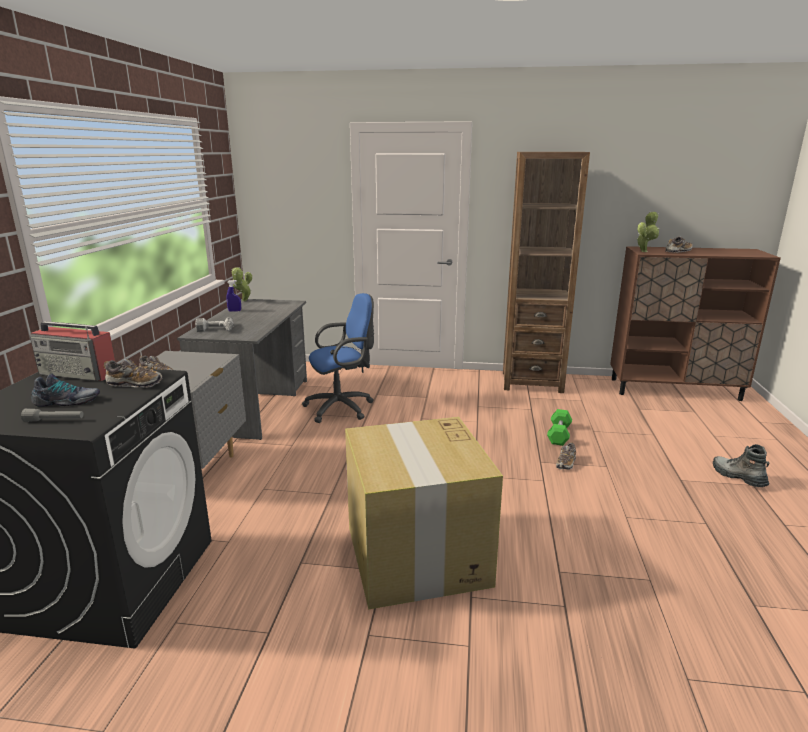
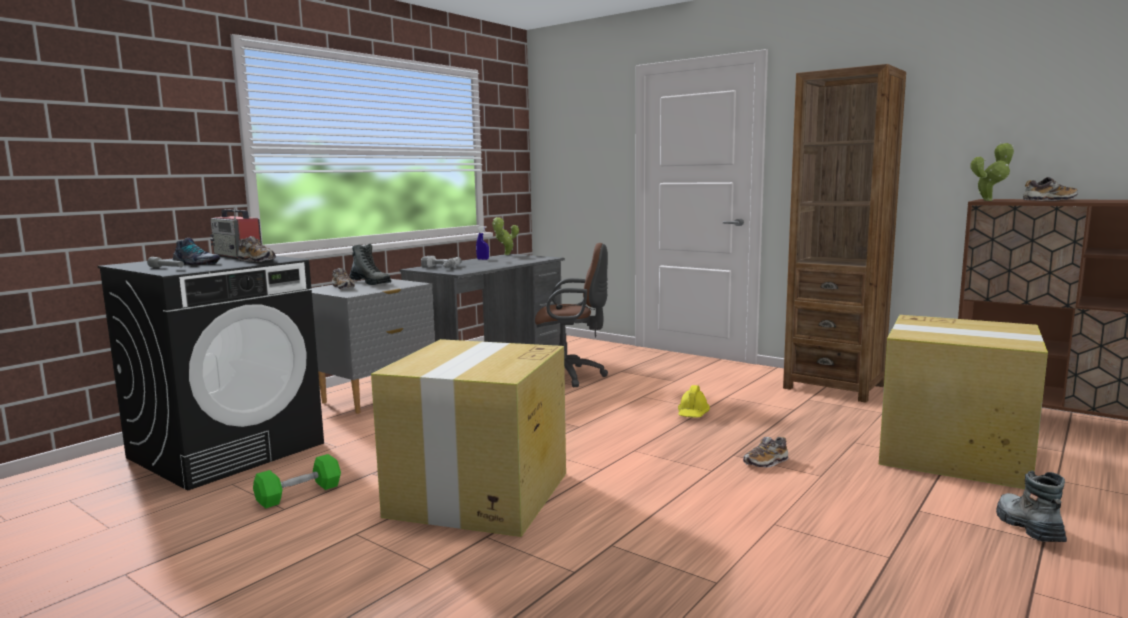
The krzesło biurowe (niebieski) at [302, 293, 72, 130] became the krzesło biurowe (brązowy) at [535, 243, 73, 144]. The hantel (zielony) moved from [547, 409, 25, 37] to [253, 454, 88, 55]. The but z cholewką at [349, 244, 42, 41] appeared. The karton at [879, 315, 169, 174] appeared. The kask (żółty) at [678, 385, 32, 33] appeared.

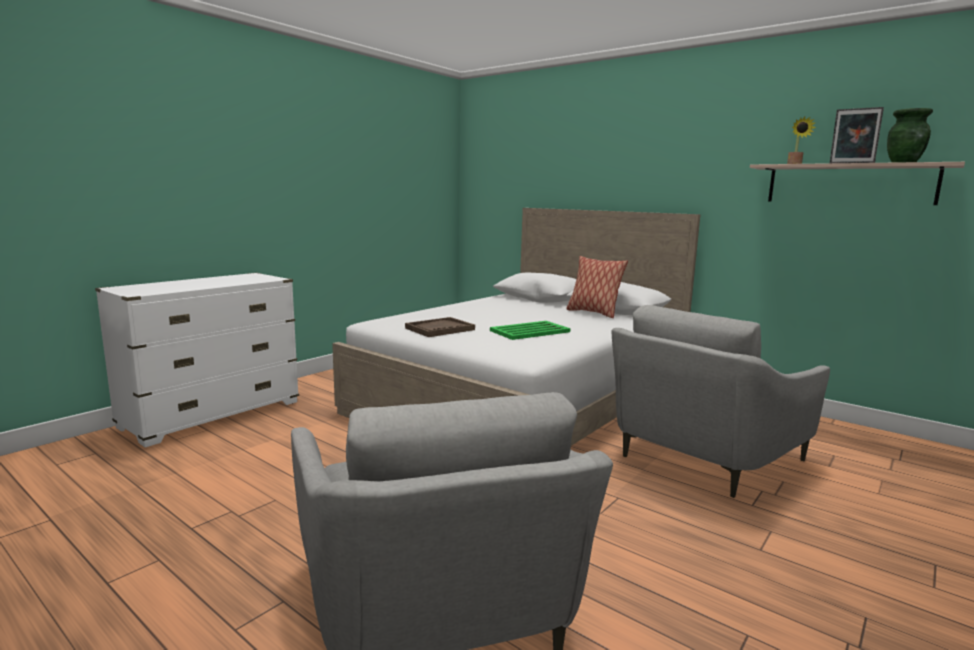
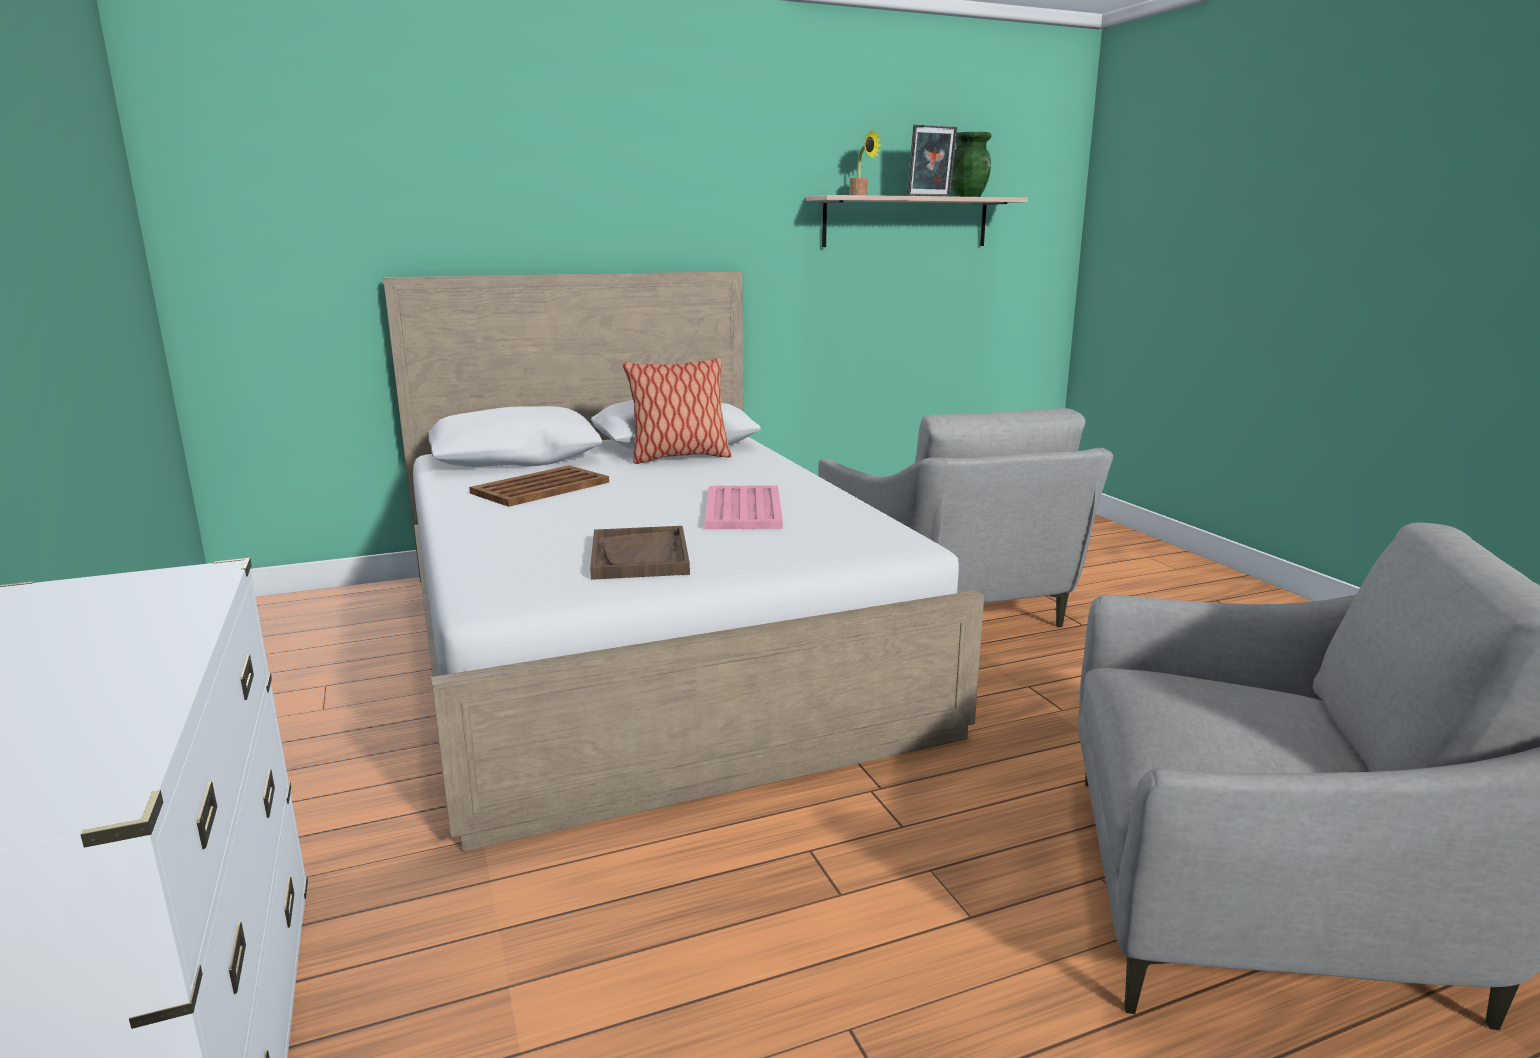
The taca (zielony) at [490, 321, 80, 19] became the taca (różowy) at [704, 485, 79, 44]. The taca (brązowy) at [469, 466, 140, 41] appeared.

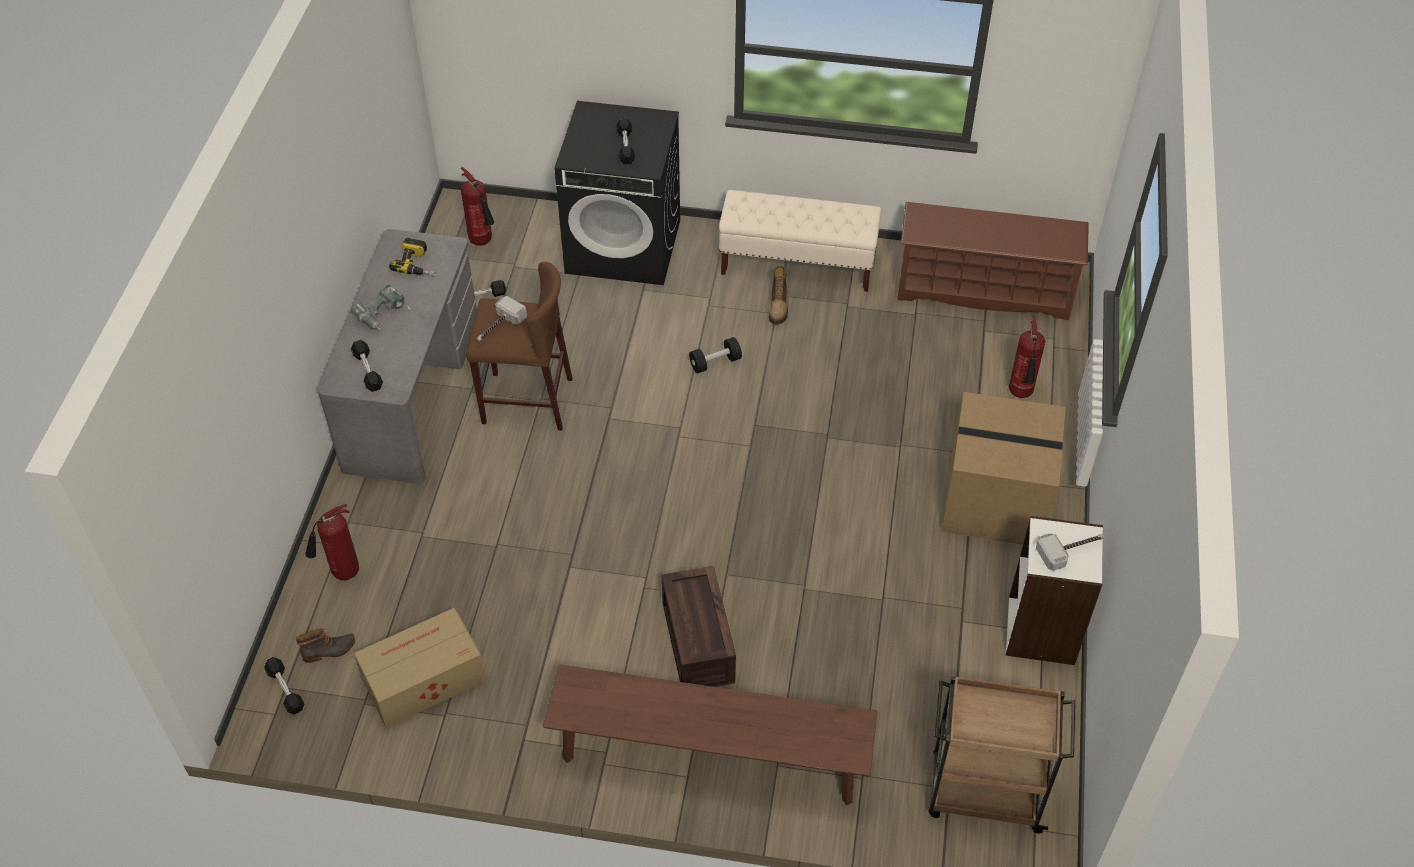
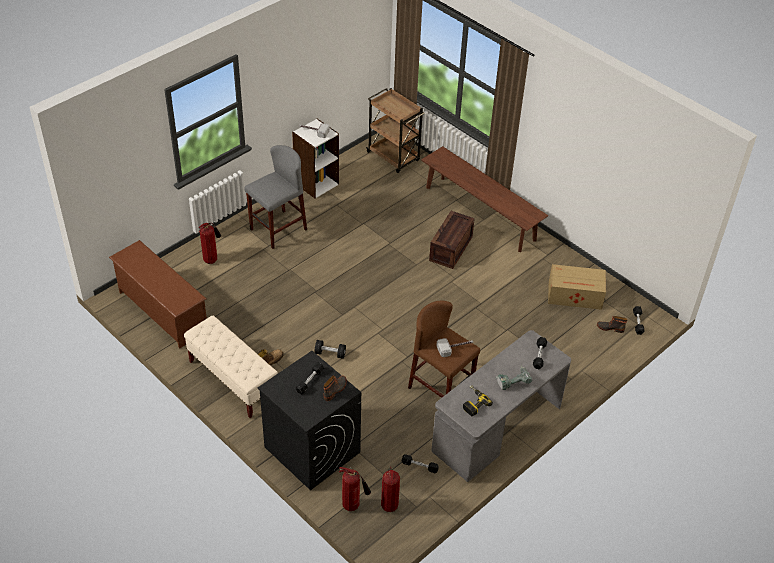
The karton at [941, 392, 125, 153] was replaced by the stołek (szary) at [244, 145, 63, 104]. The gaśnica moved from [305, 504, 54, 76] to [339, 467, 32, 44]. The but z cholewką at [323, 375, 24, 26] appeared.

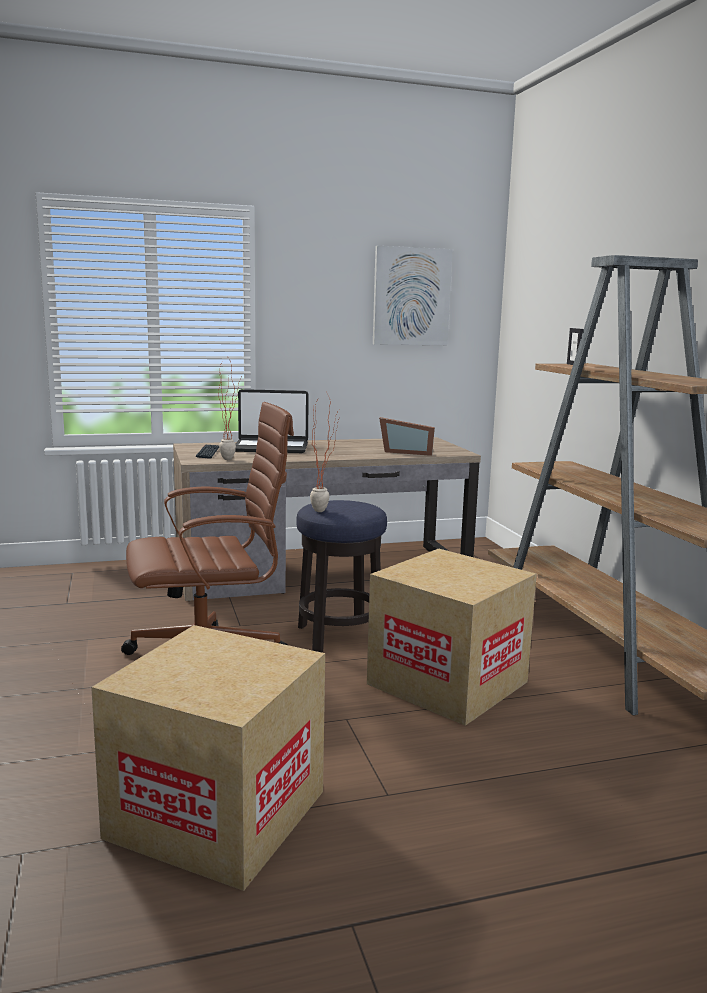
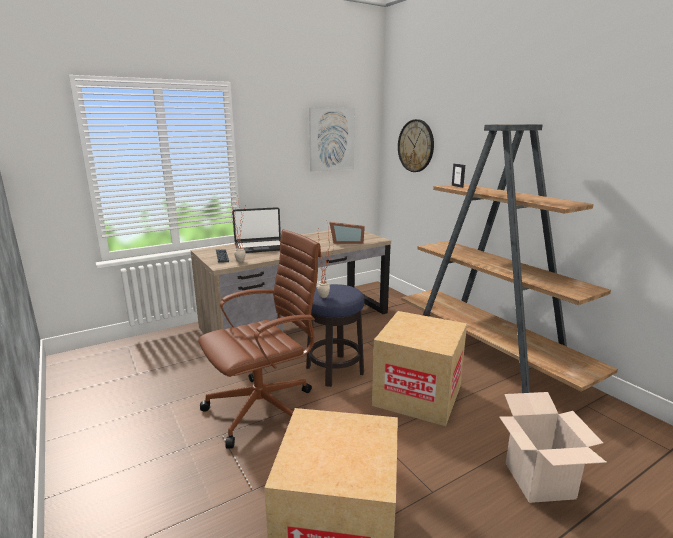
The zegar ścienny at [398, 119, 36, 53] appeared. The karton at [499, 392, 108, 111] appeared.

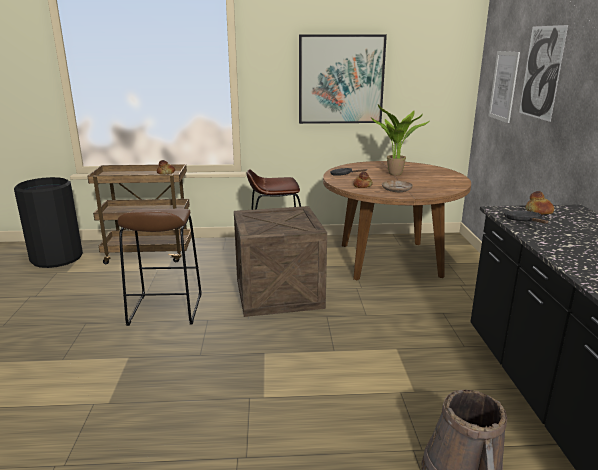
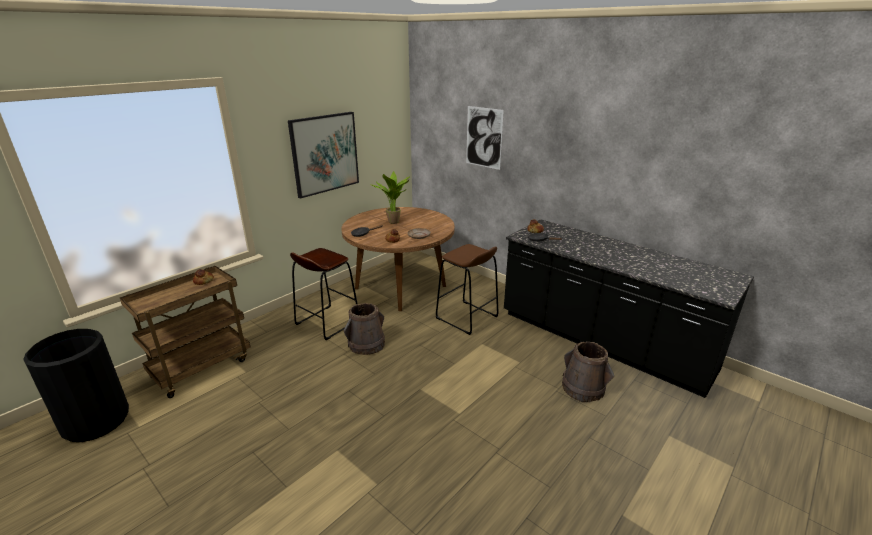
The obraz at [489, 51, 31, 72] disappeared. The skrzynka at [234, 206, 93, 111] was replaced by the wiadro (brązowy) at [344, 303, 41, 52]. The stołek (brązowy) moved from [118, 209, 84, 117] to [436, 244, 62, 91].

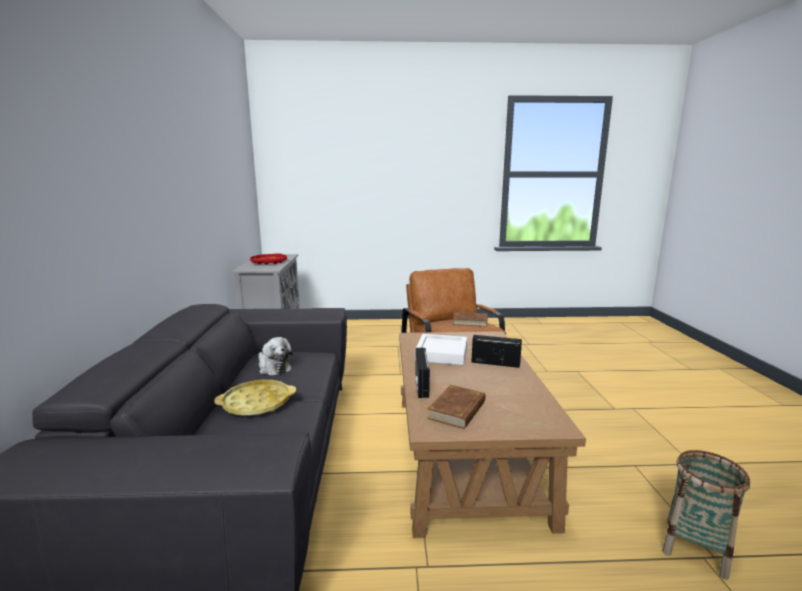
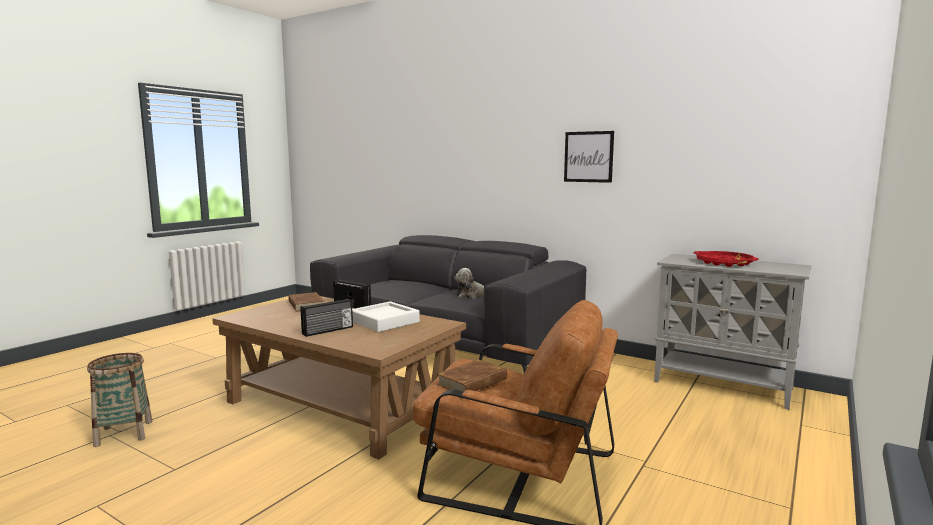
The taca (żółty) at [214, 380, 82, 36] disappeared. The obraz at [564, 131, 50, 52] appeared.

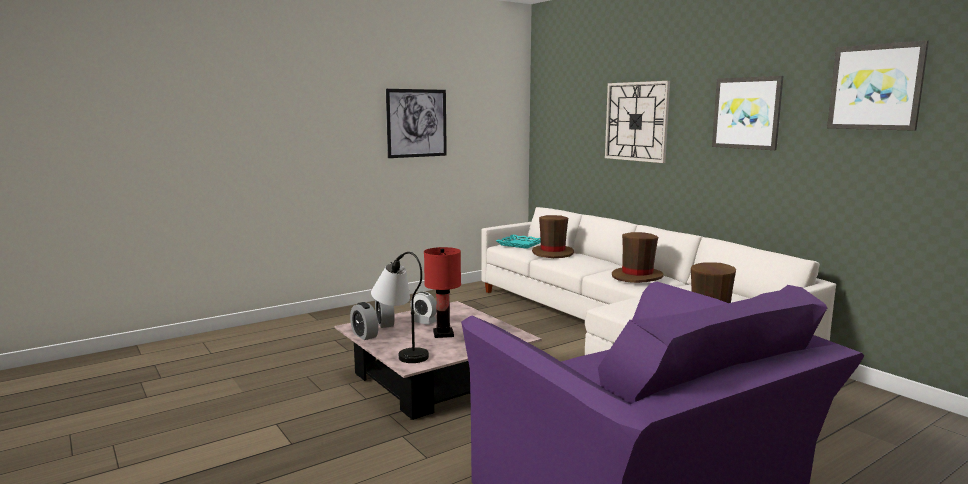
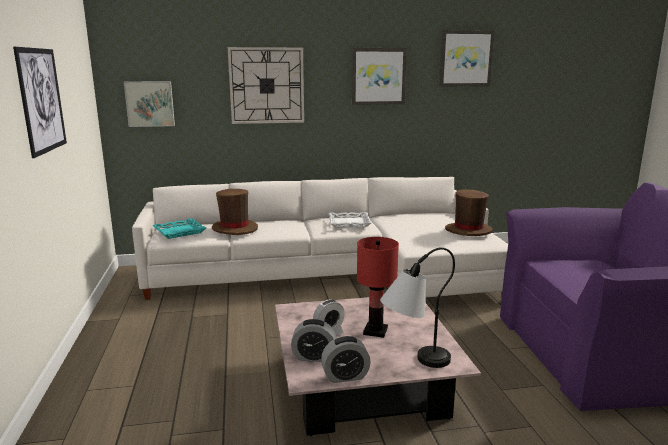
The kapelusz (brązowy) at [612, 232, 52, 51] was replaced by the taca (biały) at [329, 212, 42, 16]. The obraz at [124, 81, 51, 46] appeared.

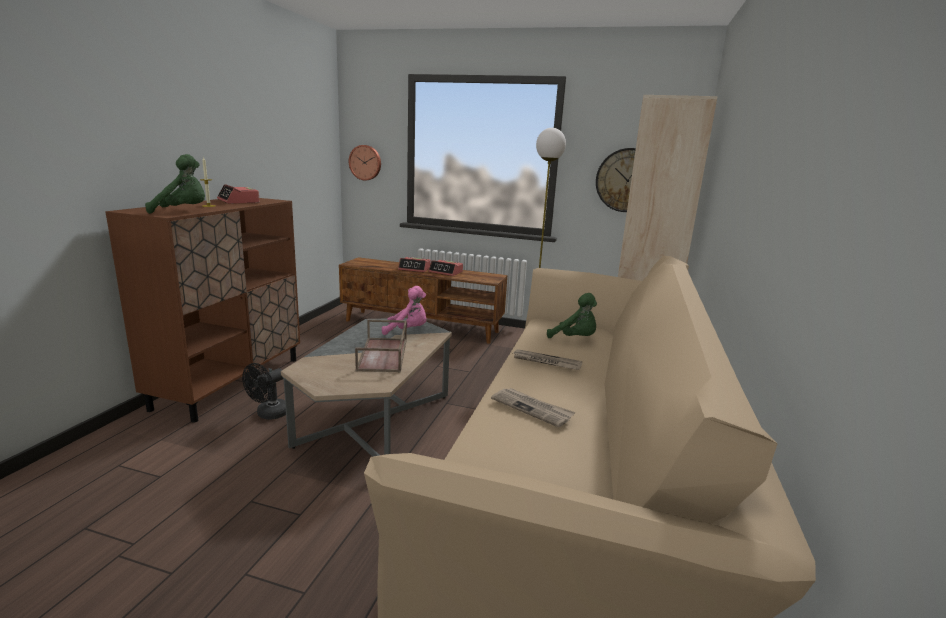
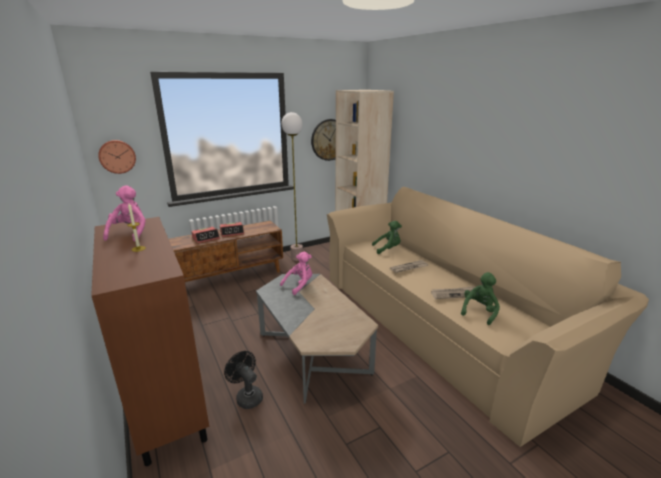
The pluszak (zielony) moved from [145, 154, 60, 60] to [461, 272, 39, 53]. The budzik at [217, 184, 43, 20] was replaced by the pluszak (różowy) at [103, 185, 43, 57]. The taca (brązowy) at [355, 319, 52, 53] disappeared. The wentylator (czarny) at [242, 363, 44, 57] turned 150 degrees clockwise.

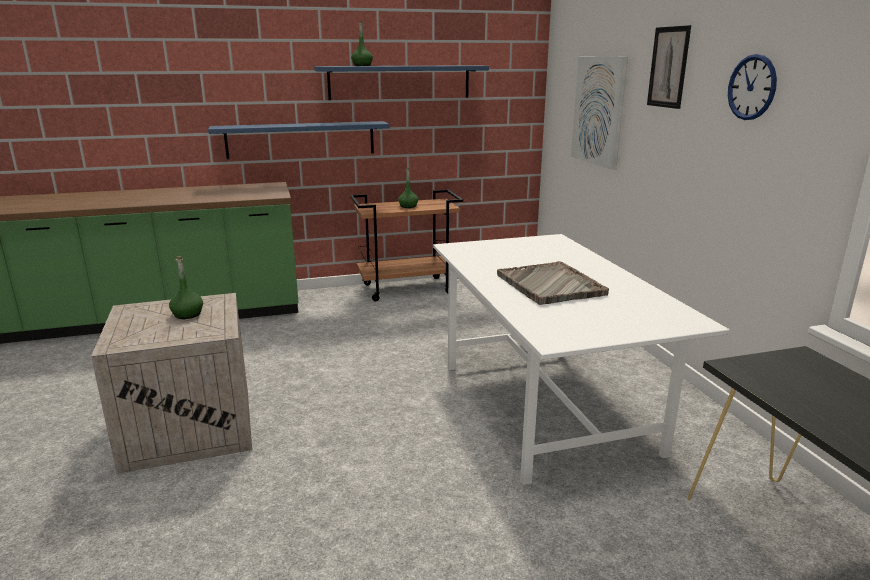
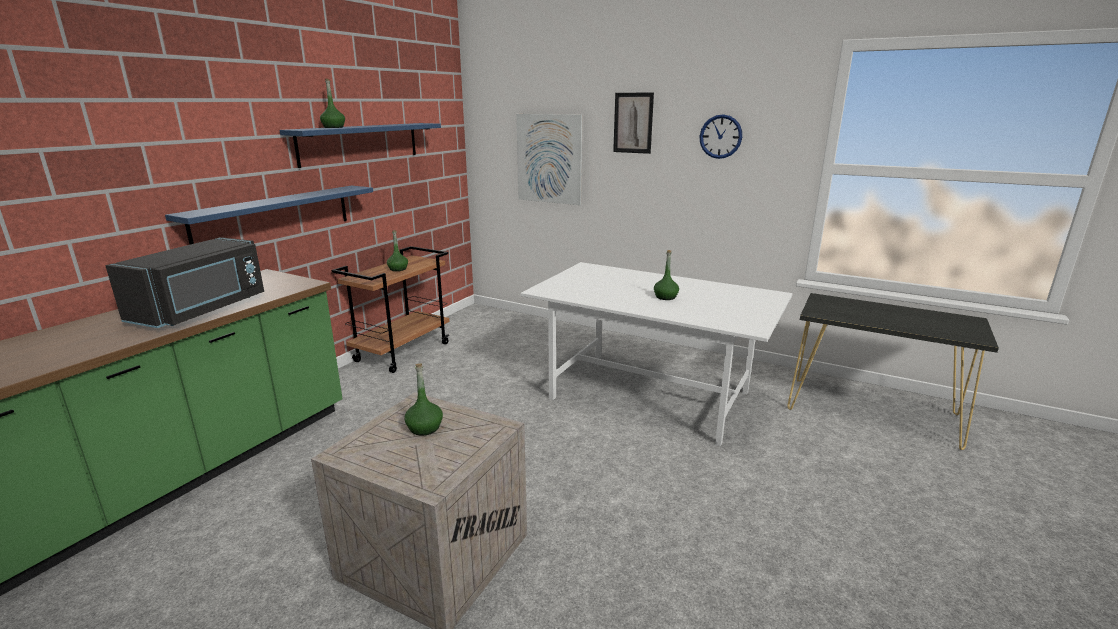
The taca (szary) at [497, 261, 112, 44] was replaced by the butelka (zielony) at [654, 250, 25, 50]. The mikrofalówka (czarny) at [105, 237, 159, 91] appeared.

